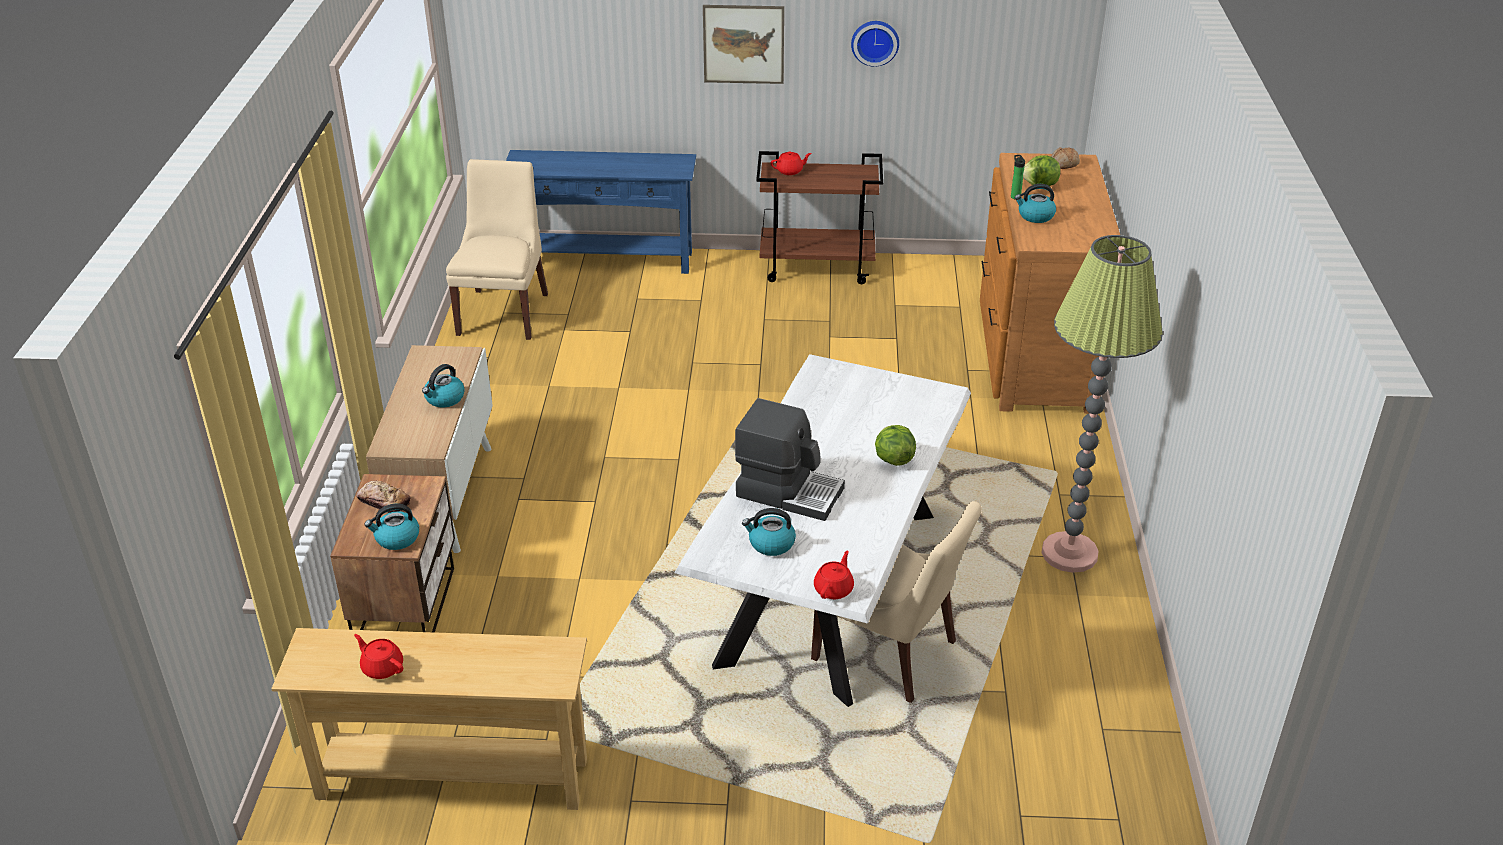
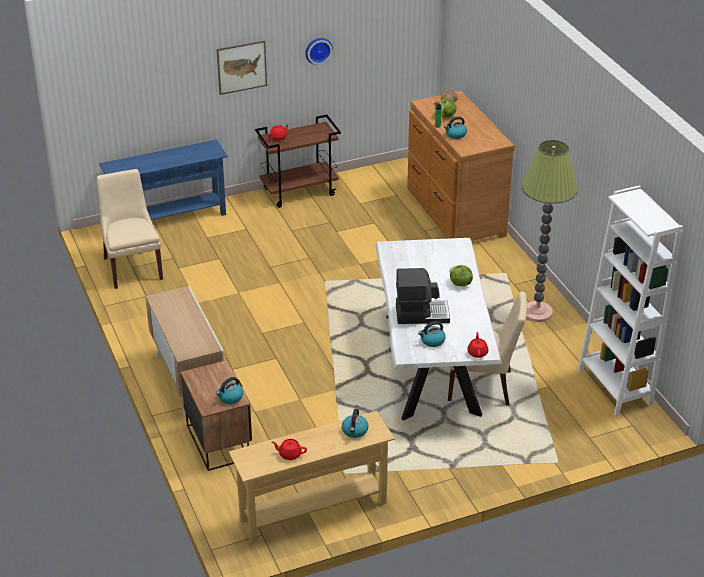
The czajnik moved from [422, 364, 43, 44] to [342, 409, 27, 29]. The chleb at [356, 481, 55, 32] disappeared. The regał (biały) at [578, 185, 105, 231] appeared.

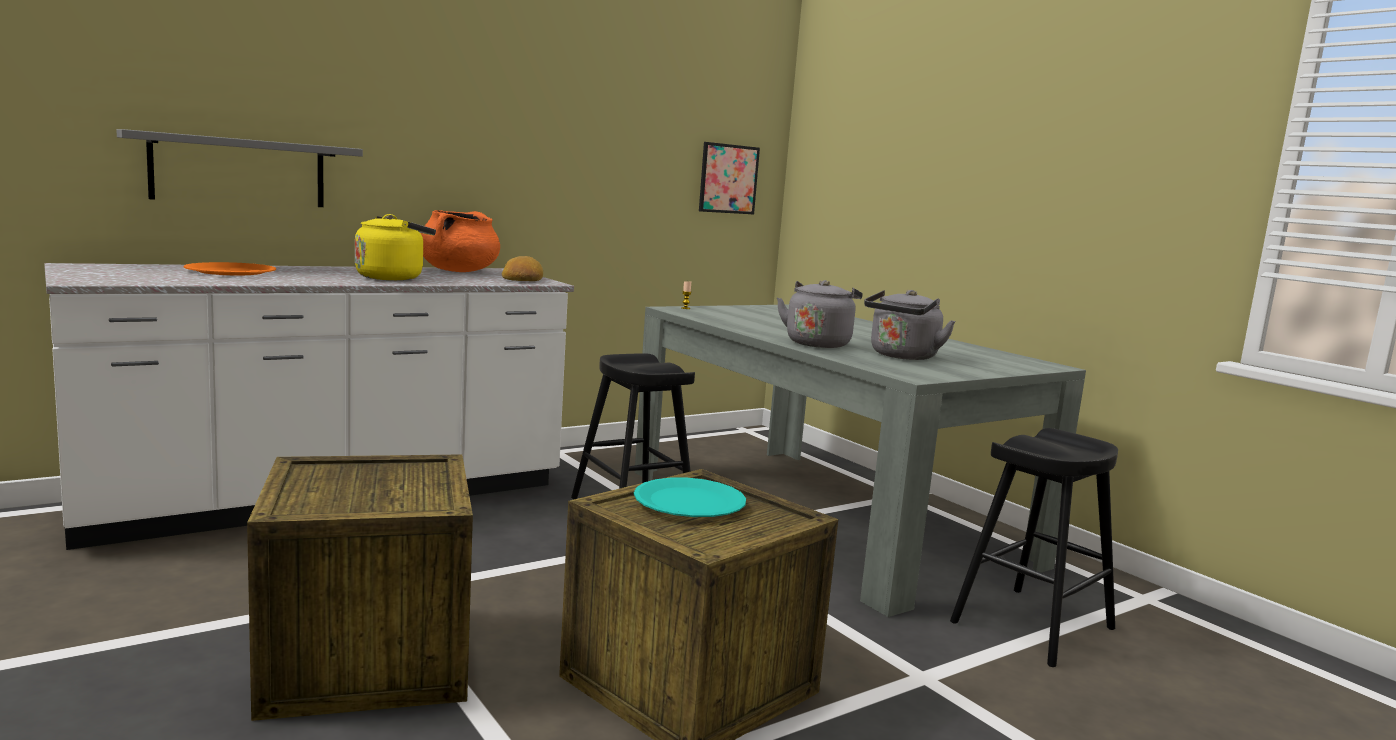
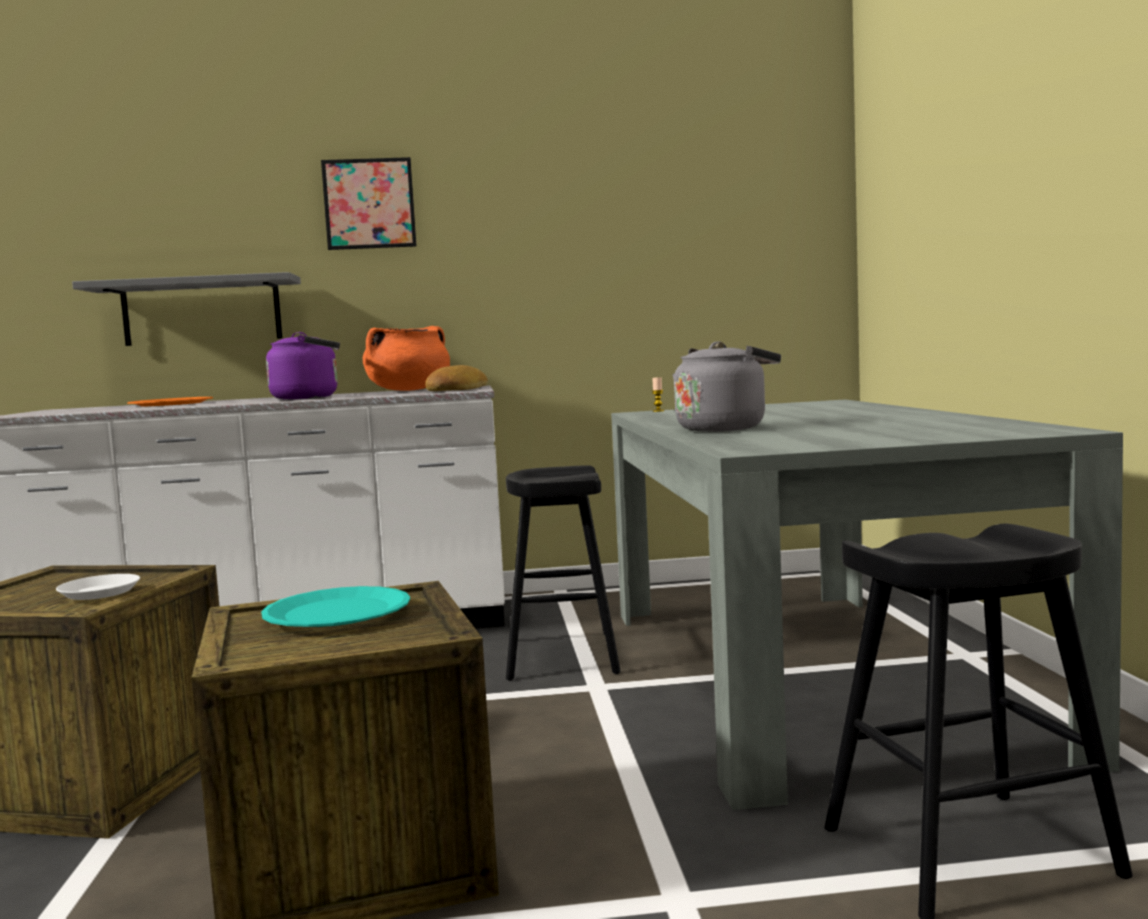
The obraz moved from [699, 142, 61, 72] to [321, 157, 95, 93]. The czajnik (żółty) at [355, 214, 81, 66] became the czajnik (fioletowy) at [266, 332, 74, 68]. The czajnik (szary) at [864, 290, 92, 70] disappeared. The talerz (biały) at [56, 574, 84, 26] appeared.

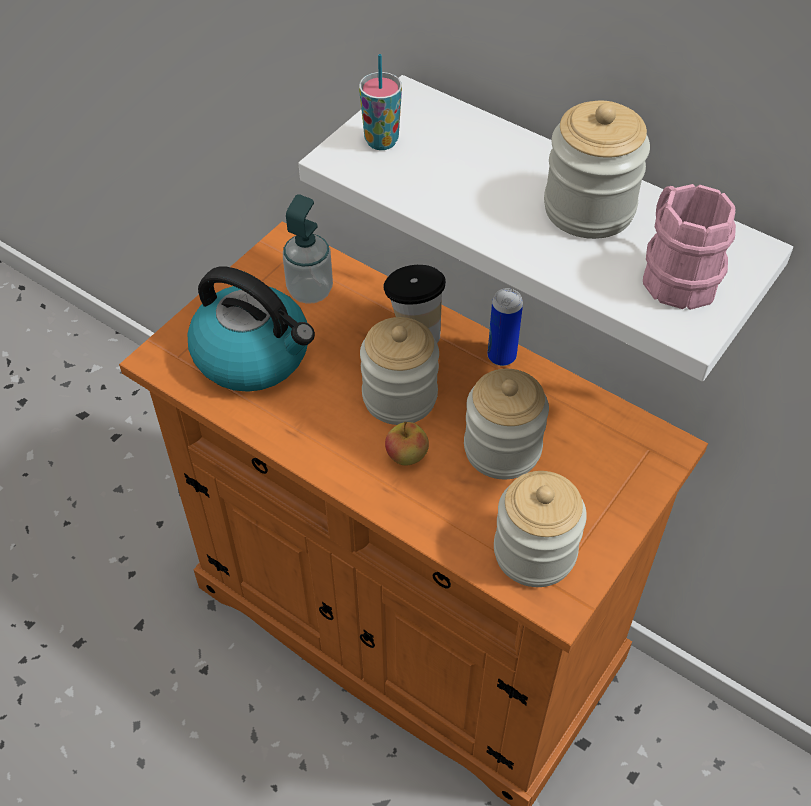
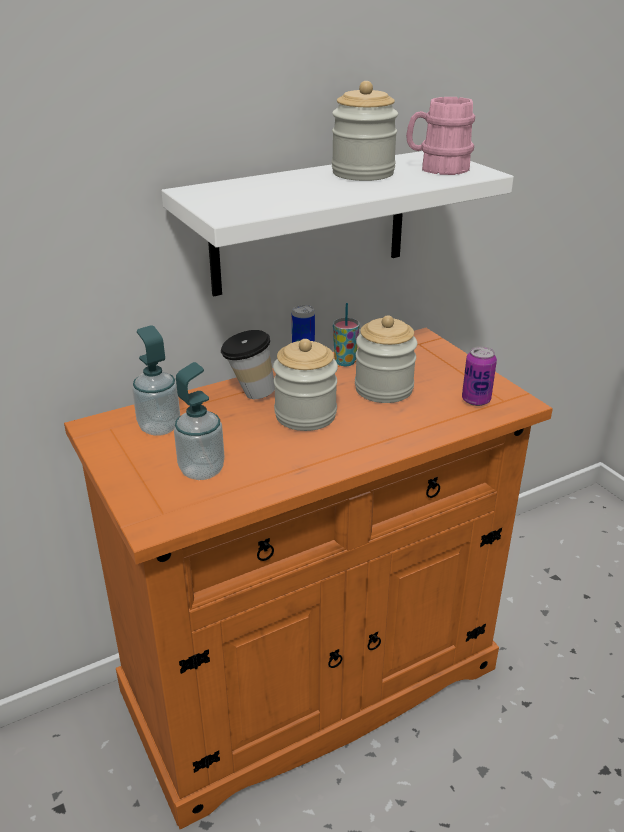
The filiżanka moved from [359, 54, 43, 96] to [333, 303, 27, 63]. The czajnik at [187, 267, 128, 125] was replaced by the dozownik mydła at [174, 362, 50, 118]. The jabłko at [385, 422, 44, 44] disappeared. The słoik at [494, 471, 93, 116] was replaced by the puszka at [462, 346, 35, 60].

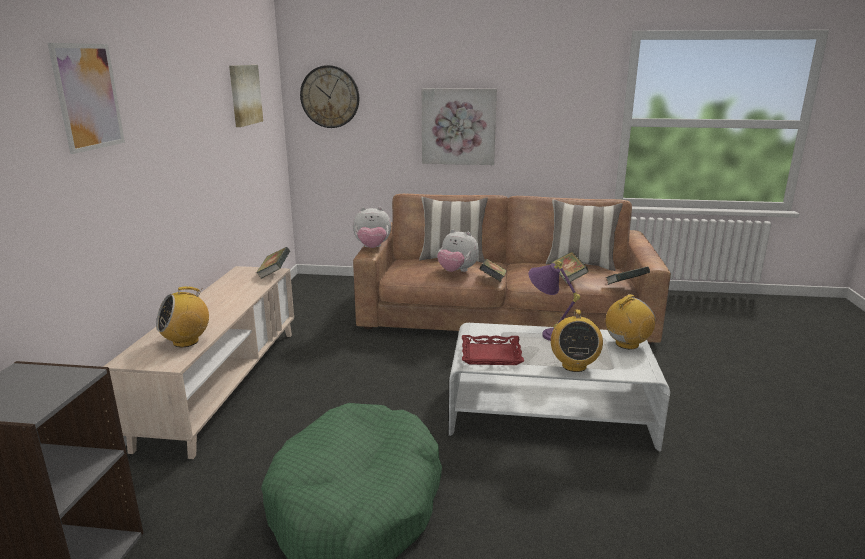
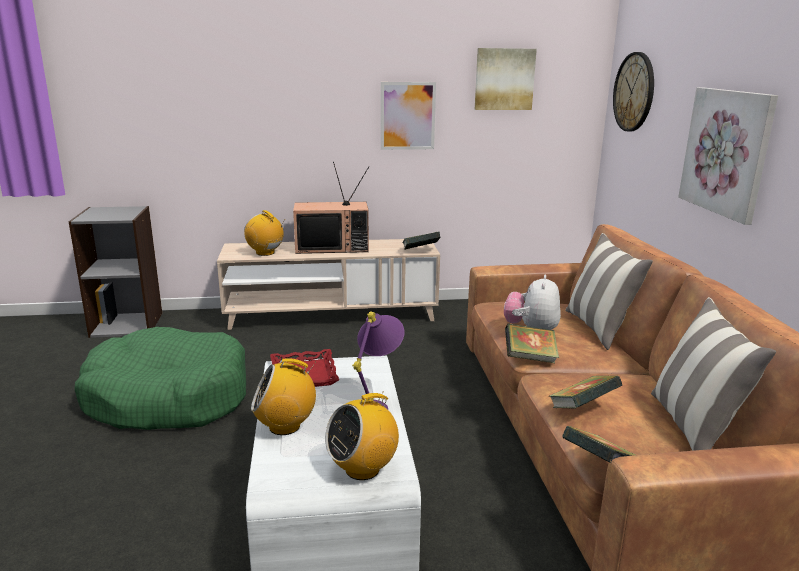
The obraz moved from [48, 43, 77, 111] to [381, 82, 55, 68]. The pluszak at [353, 207, 38, 41] disappeared. The radio at [606, 294, 50, 55] turned 105 degrees clockwise. The telewizor at [293, 162, 76, 92] appeared.

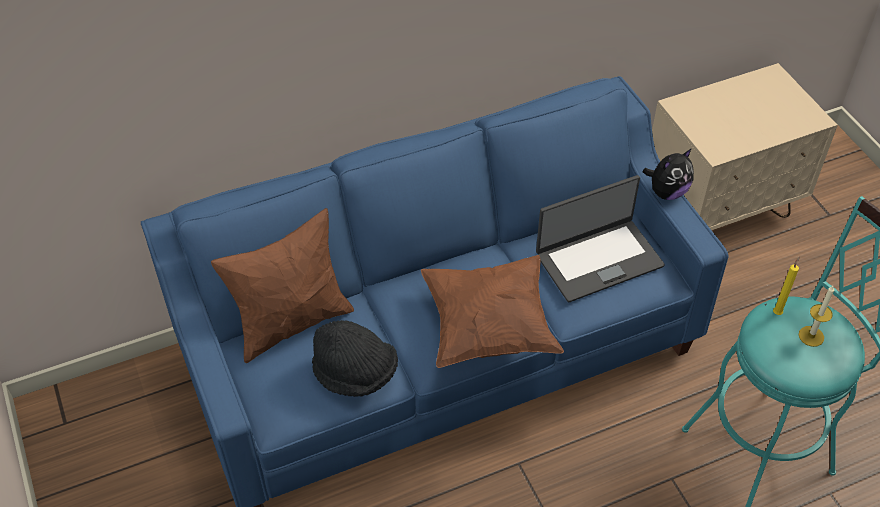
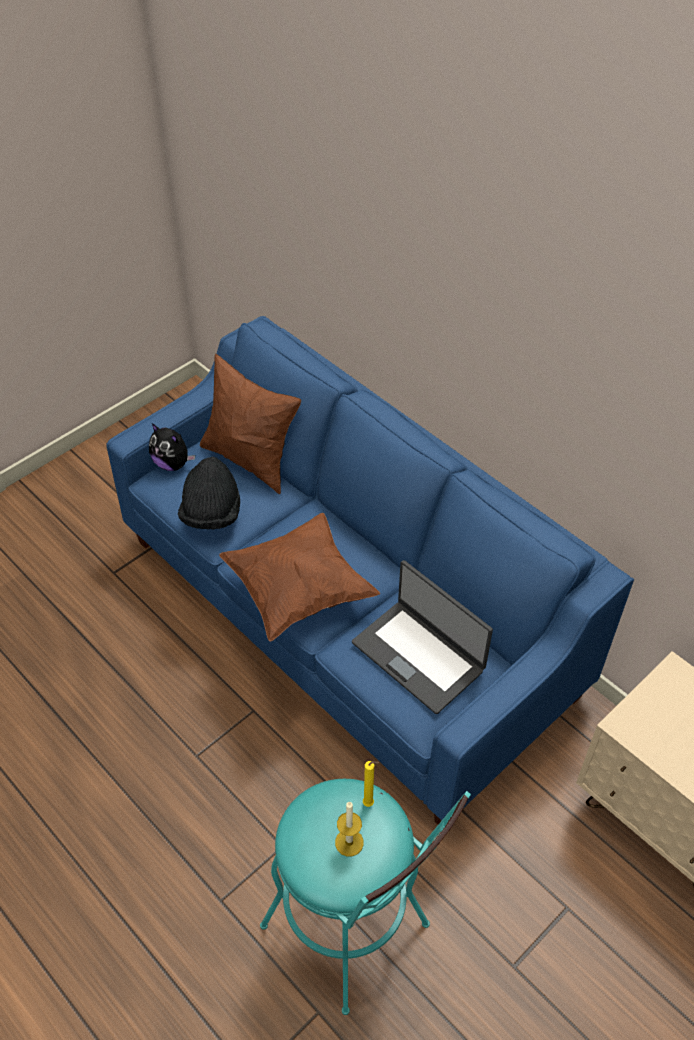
The pluszak moved from [643, 148, 51, 52] to [149, 423, 46, 48].

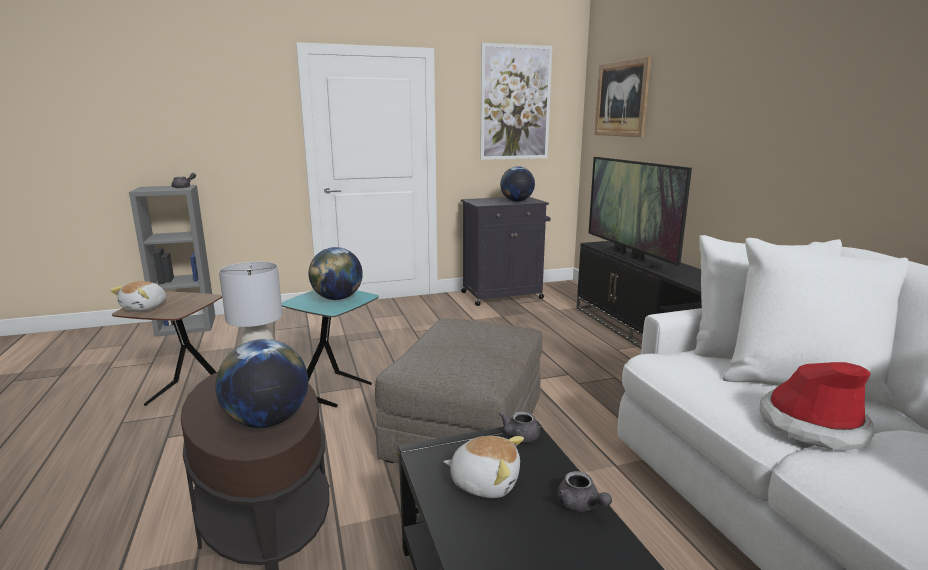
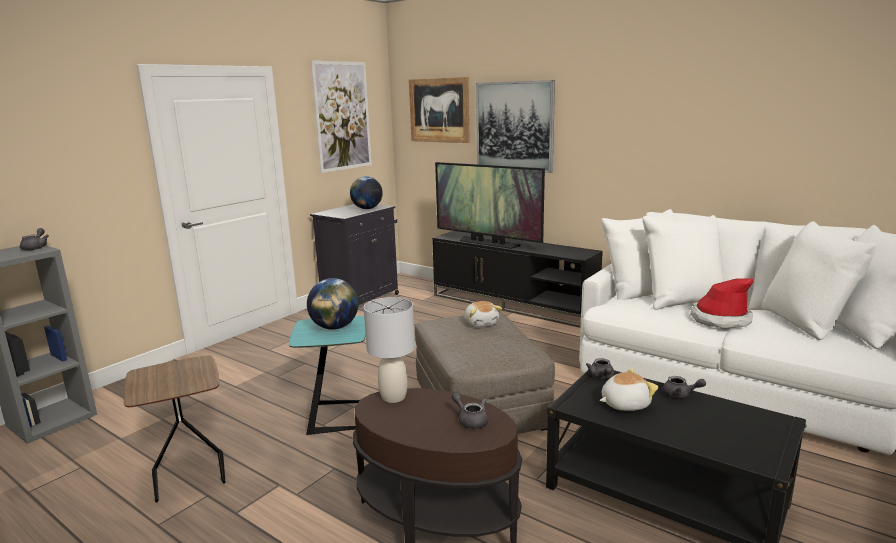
The pluszak moved from [110, 281, 56, 30] to [465, 301, 37, 26]. The globus at [215, 339, 93, 89] was replaced by the imbryk (szary) at [452, 392, 36, 37]. The obraz at [476, 80, 79, 93] appeared.

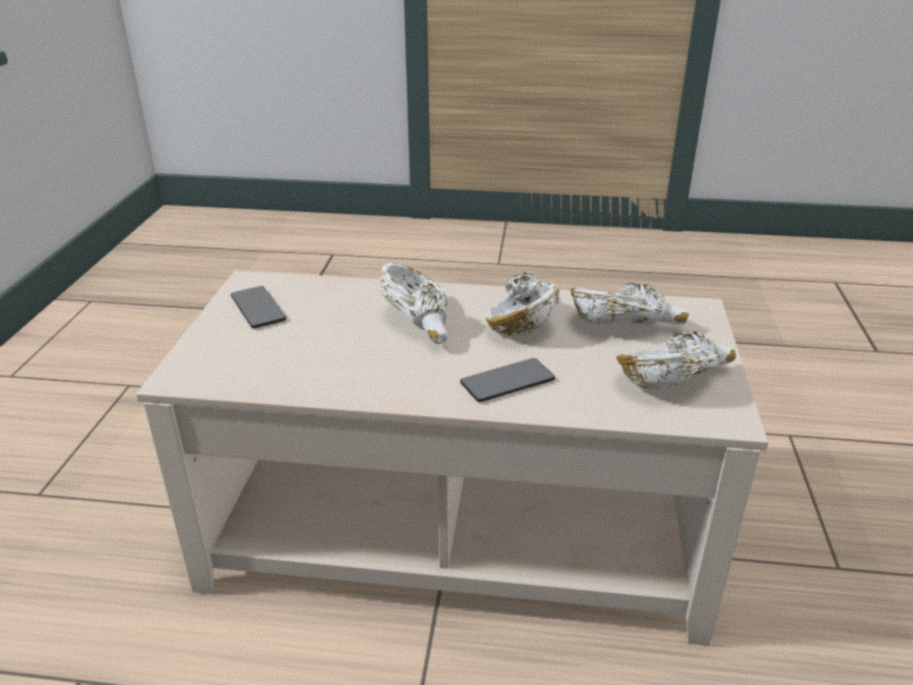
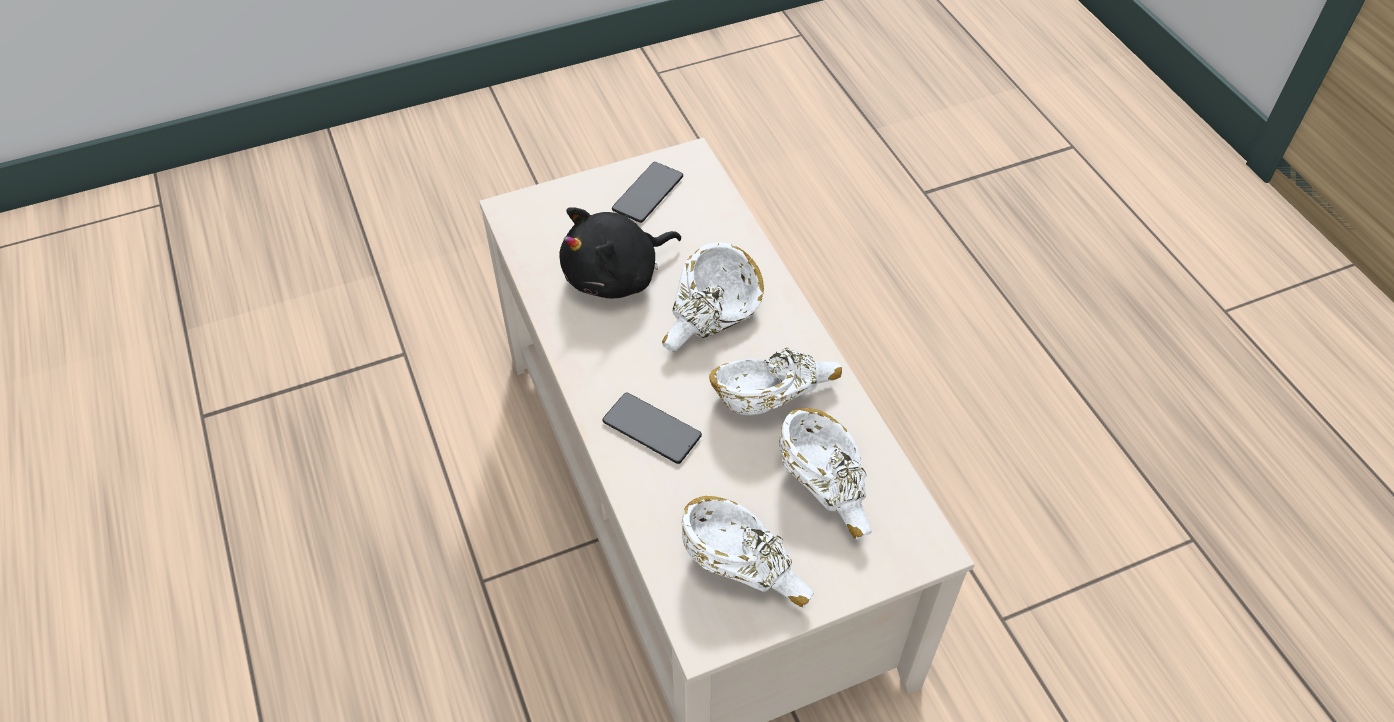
The pluszak (czarny) at [559, 207, 122, 92] appeared.

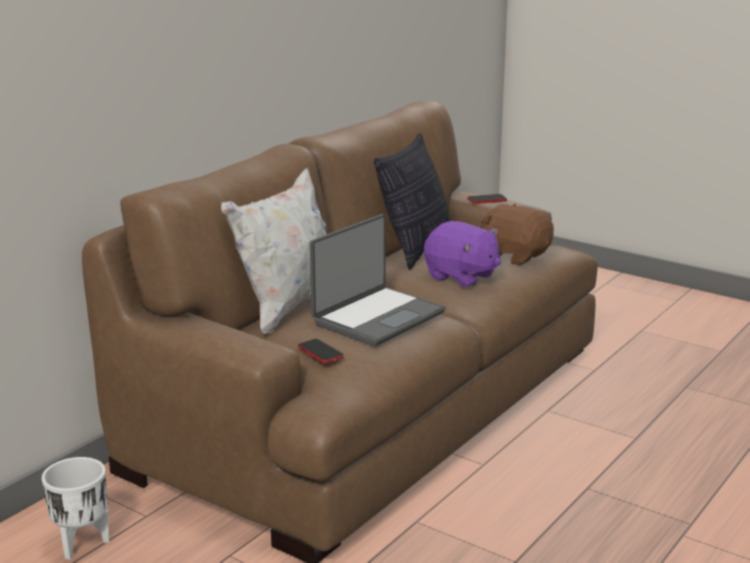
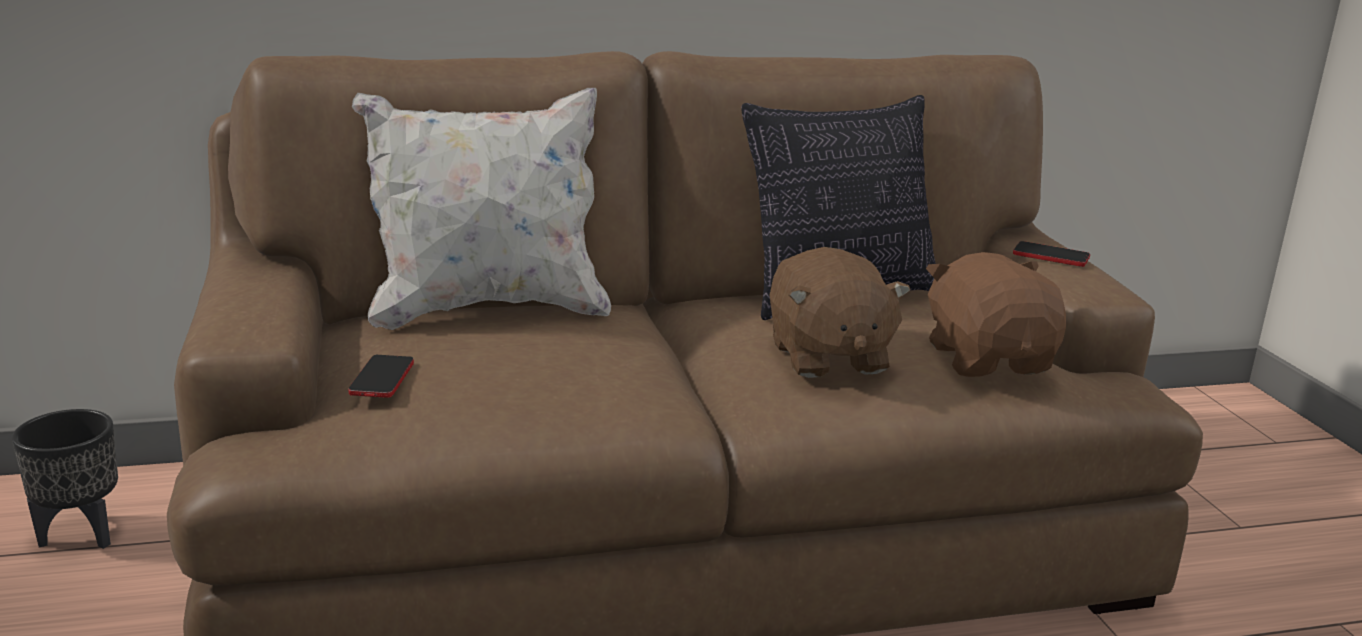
The laptop at [310, 214, 135, 132] disappeared. The pluszak (fioletowy) at [424, 221, 77, 66] became the pluszak (brązowy) at [769, 247, 142, 131]. The donica (biały) at [42, 457, 67, 103] became the donica (czarny) at [12, 409, 106, 140].

